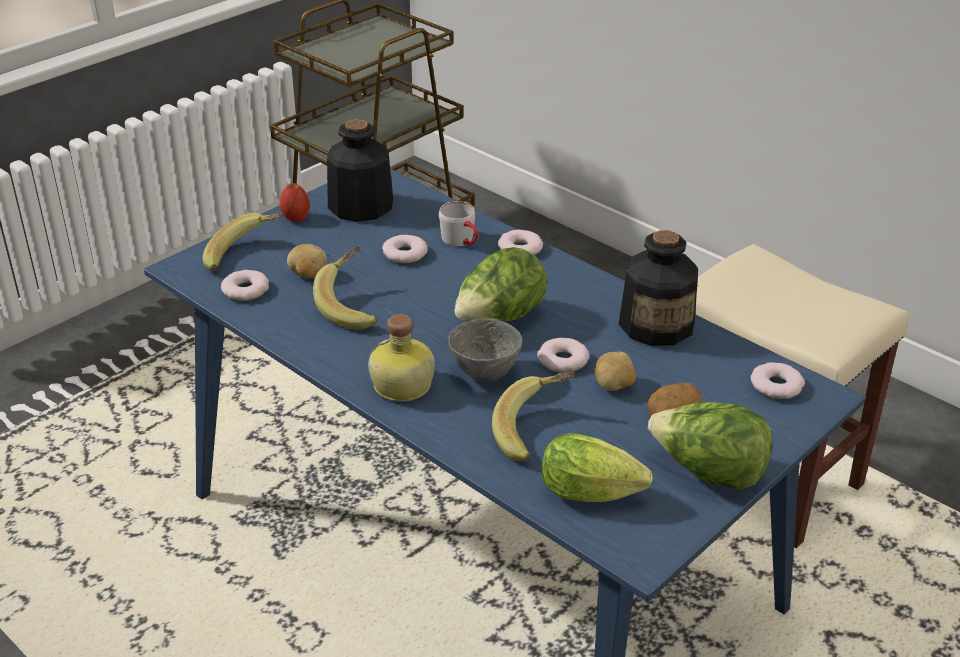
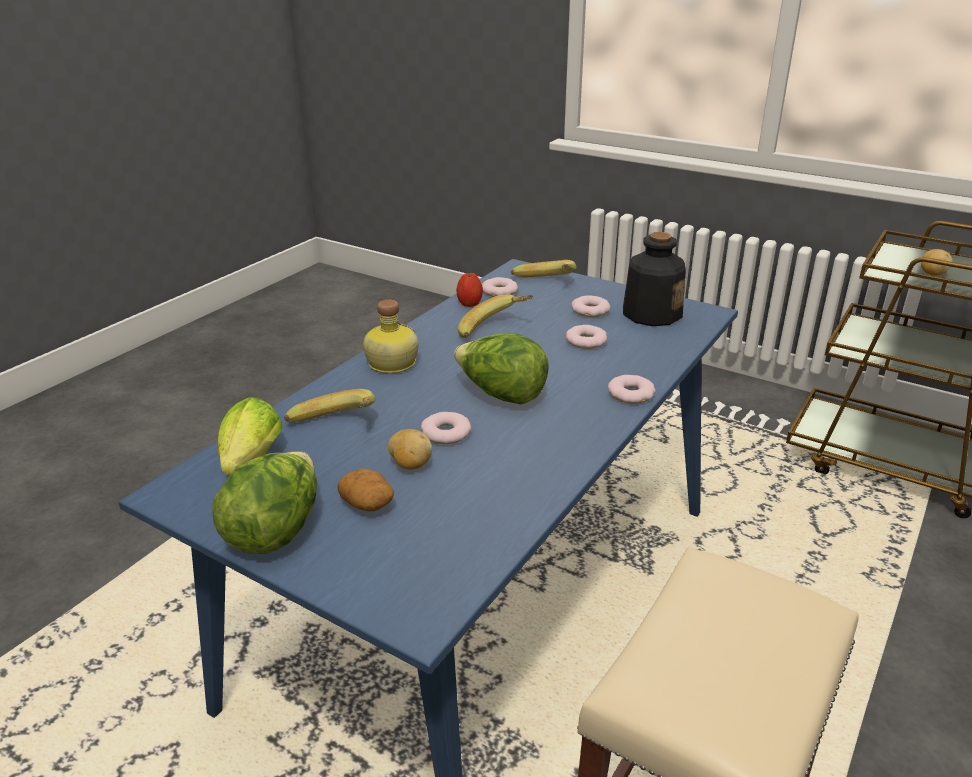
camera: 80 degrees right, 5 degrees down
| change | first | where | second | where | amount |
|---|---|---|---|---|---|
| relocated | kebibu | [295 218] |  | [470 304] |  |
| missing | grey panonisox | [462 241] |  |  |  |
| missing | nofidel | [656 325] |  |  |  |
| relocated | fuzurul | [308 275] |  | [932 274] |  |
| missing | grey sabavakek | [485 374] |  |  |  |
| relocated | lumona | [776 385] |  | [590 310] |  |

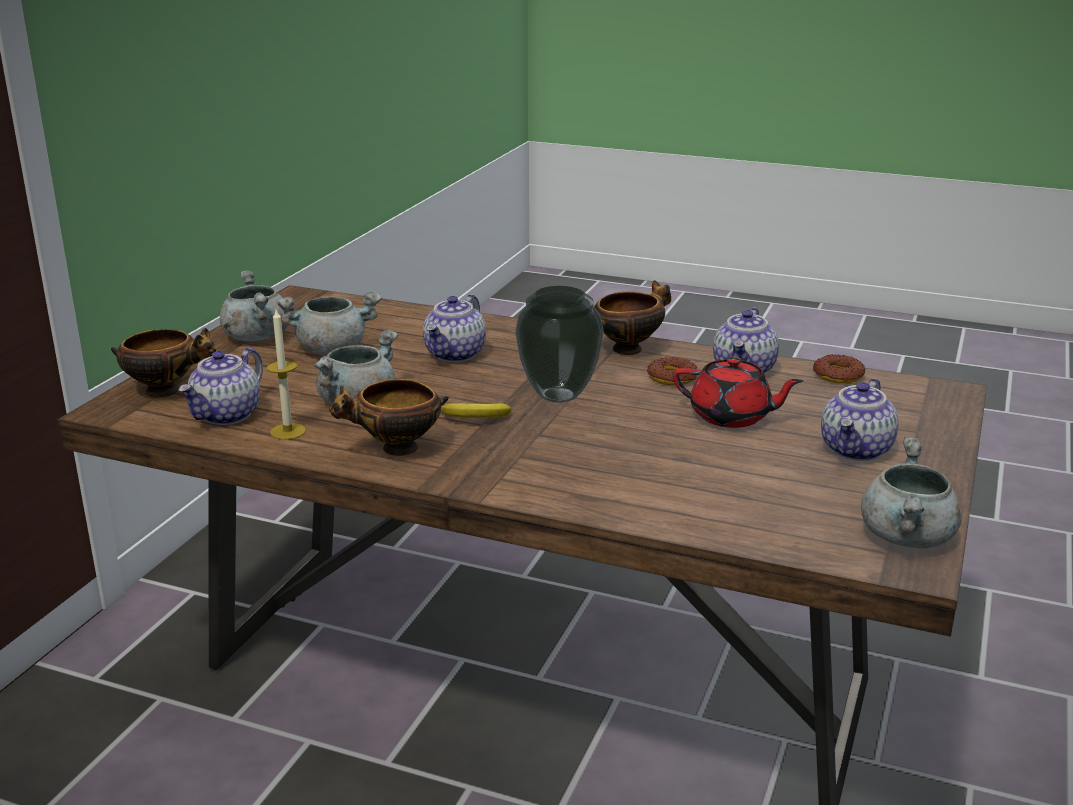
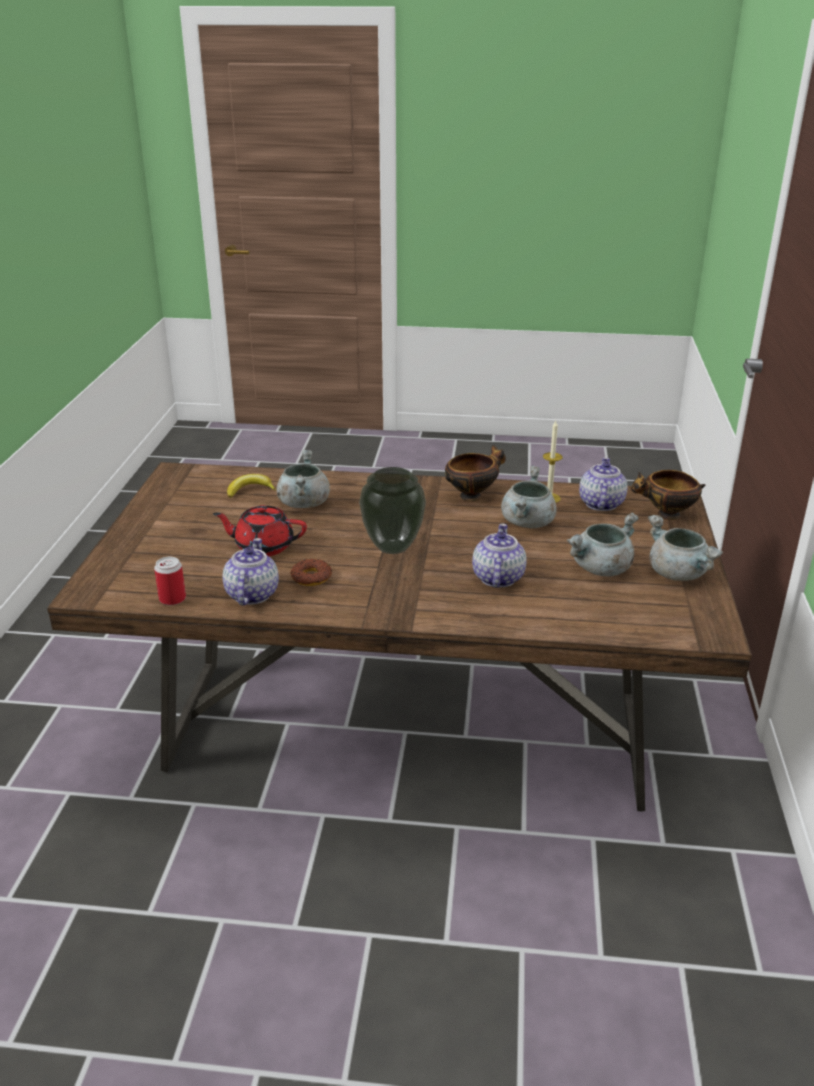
camera: 165 degrees right, 5 degrees up
| change | first | where | second | where | amount |
|---|---|---|---|---|---|
| missing | sabavakek | [629 348] |  |  |  |
| exchanged | lumona | [838 375] | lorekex | [172 599] |  |
| missing | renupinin | [857 450] |  |  |  |
| relocated | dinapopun | [474 418] |  | [250 490] |  |
| relocated | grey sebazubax | [908 538] |  | [303 503] |  |

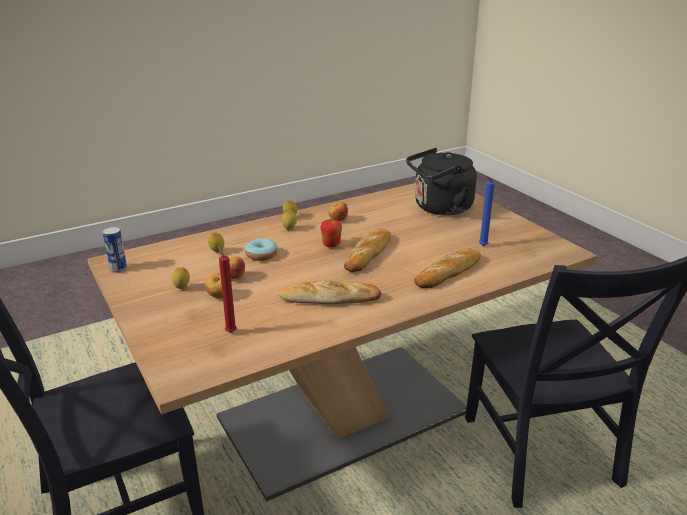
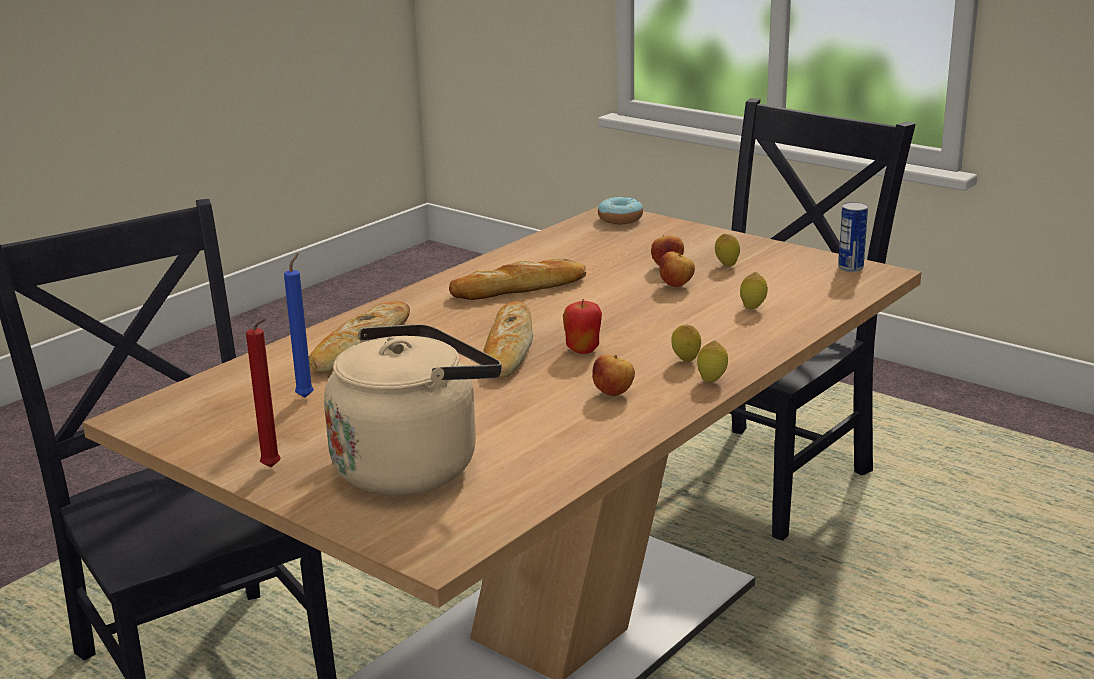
camera: 160 degrees right, 5 degrees down
| change | first | where | second | where | amount |
|---|---|---|---|---|---|
| colour | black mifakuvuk | [439 208] | beige mifakuvuk | [413 465] |  |
| relocated | lumona | [261 255] |  | [620 219] |  |
| relocated | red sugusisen | [230 331] |  | [273 468] |  |

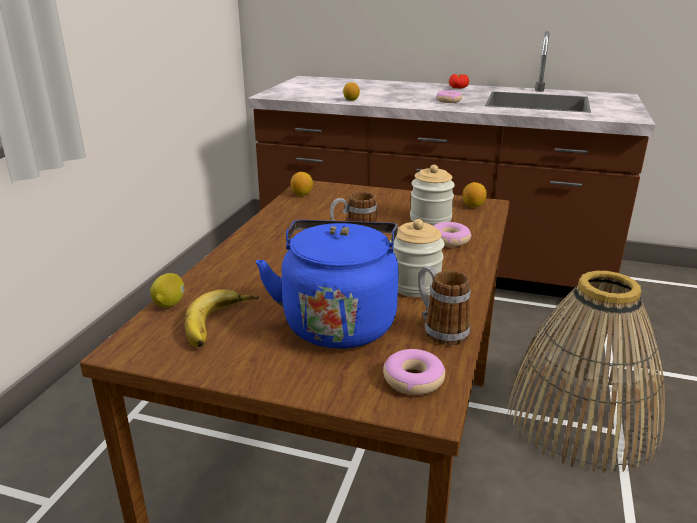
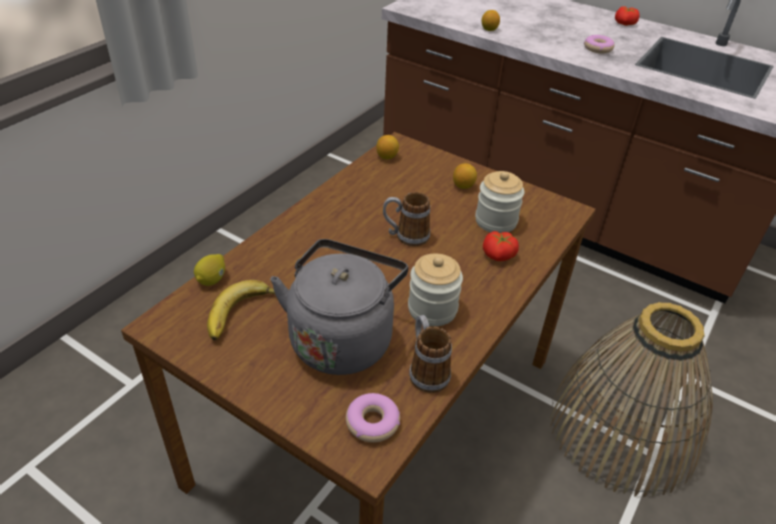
camera: 15 degrees right, 15 degrees up
| change | first | where | second | where | amount |
|---|---|---|---|---|---|
| relocated | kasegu | [473 206] |  | [463 186] |  |
| colour | blue mifakuvuk | [339 321] | grey mifakuvuk | [342 338] |  |
| exchanged | lumona | [449 240] | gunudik | [498 255] |  |

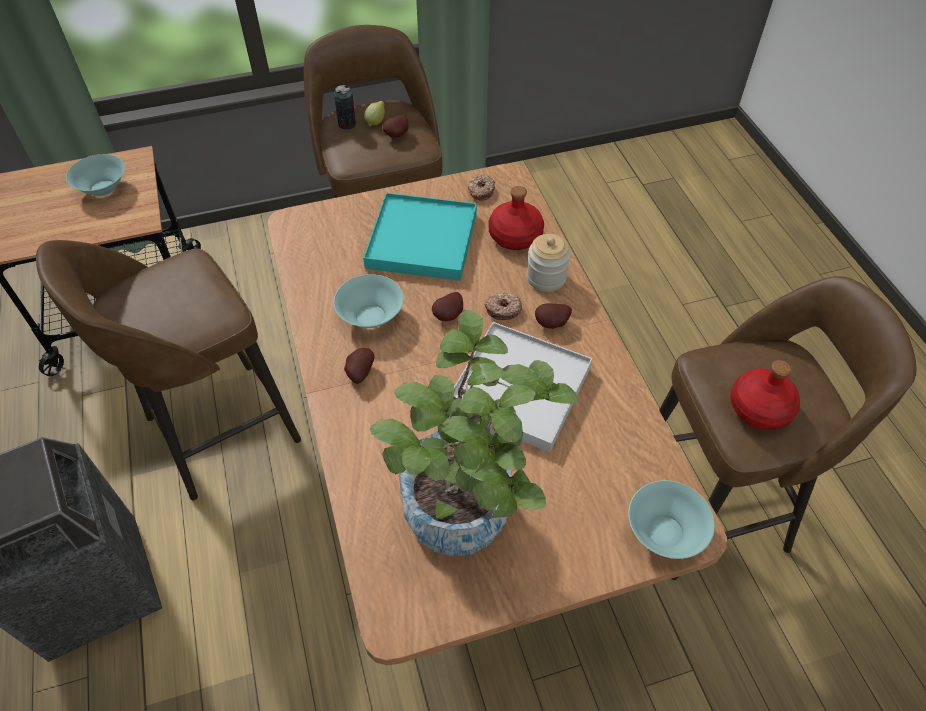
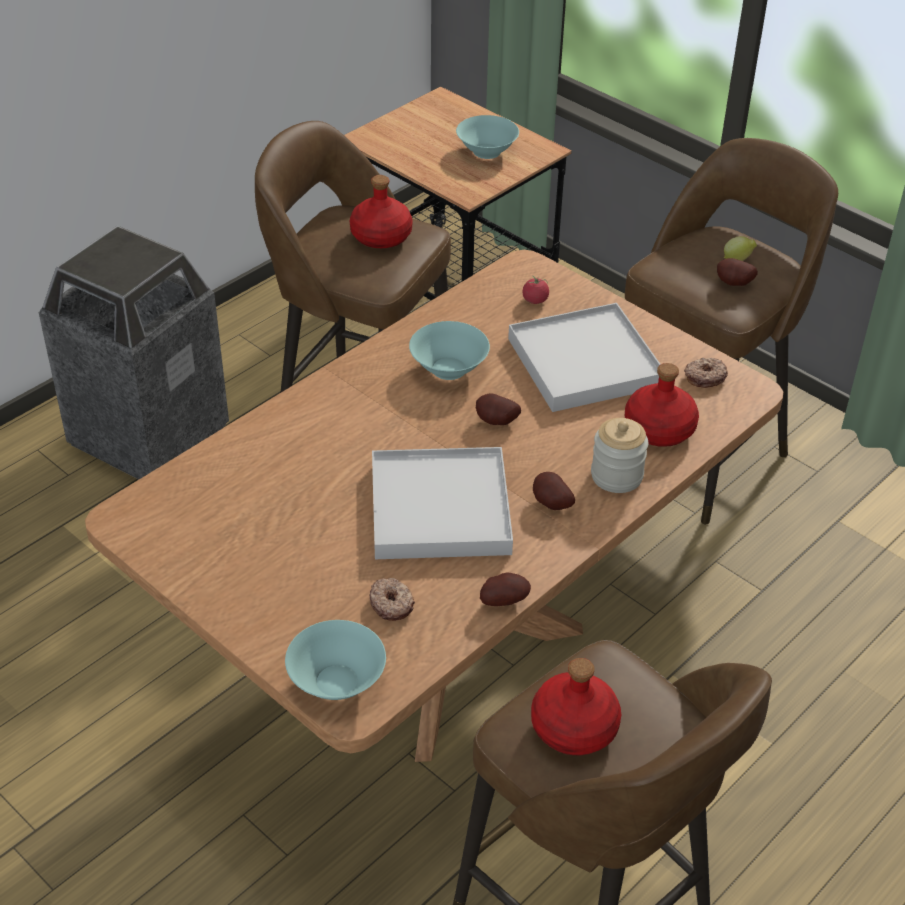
camera: 60 degrees right, 10 degrees down
| change | first | where | second | where | amount |
|---|---|---|---|---|---|
| missing | lorekex | [347 124] |  |  |  |
| colour | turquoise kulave | [422 240] | white kulave | [584 363] |  |
| relocated | lumona | [503 309] |  | [392 604] |  |
| missing | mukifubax | [469 519] |  |  |  |
| relocated | fuzurul | [359 372] |  | [503 600] |  |
| appeared |  |  | red nofidel | [381 237] |  |
| appeared |  |  | gunudik | [535 300] |  |

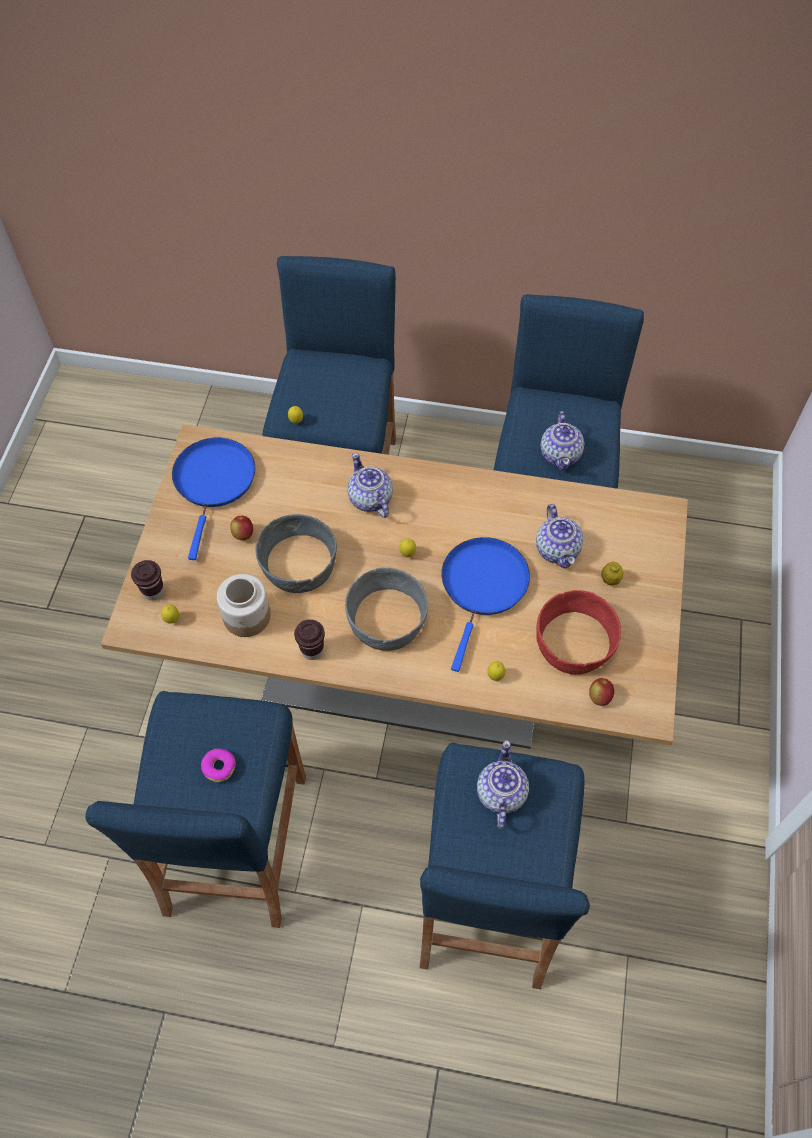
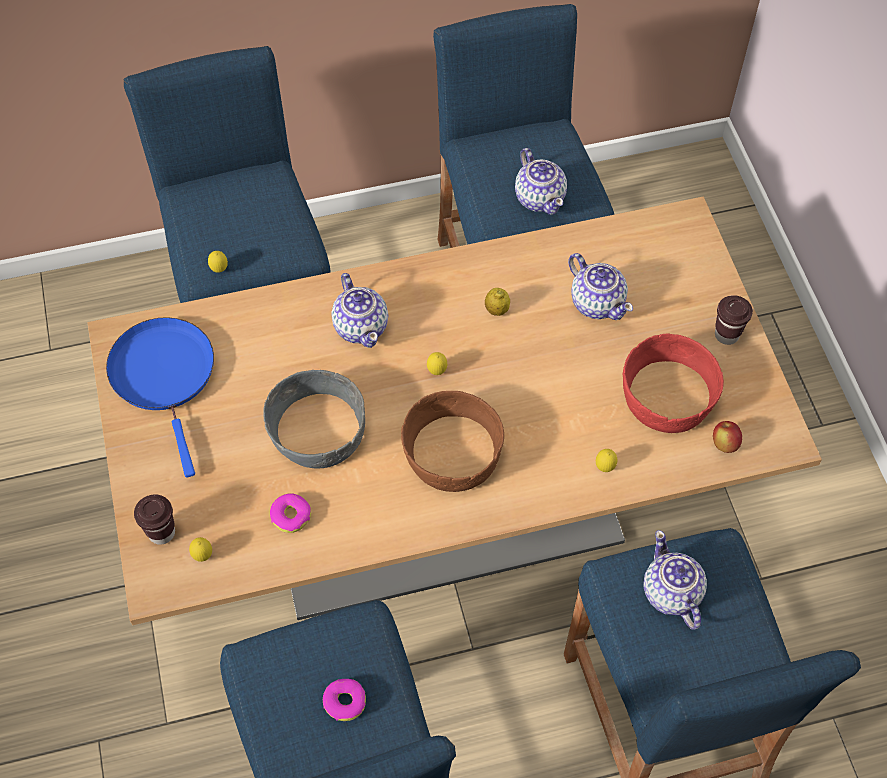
camera: 25 degrees left, 0 degrees up
| change | first | where | second | where | amount |
|---|---|---|---|---|---|
| spun | renupinin | [370 499] |  | [361 326] | 150 degrees counterclockwise |
| missing | kebibu | [243 534] |  |  |  |
| missing | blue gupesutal | [483 586] |  |  |  |
| relocated | kasegu | [610 580] |  | [496 310] |  |
| colour | grey sabavakek | [386 617] | brown sabavakek | [451 451] |  |
| exchanged | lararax | [247 617] | lumona | [291 516] |  |
| relocated | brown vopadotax | [312 651] |  | [726 335] |  |

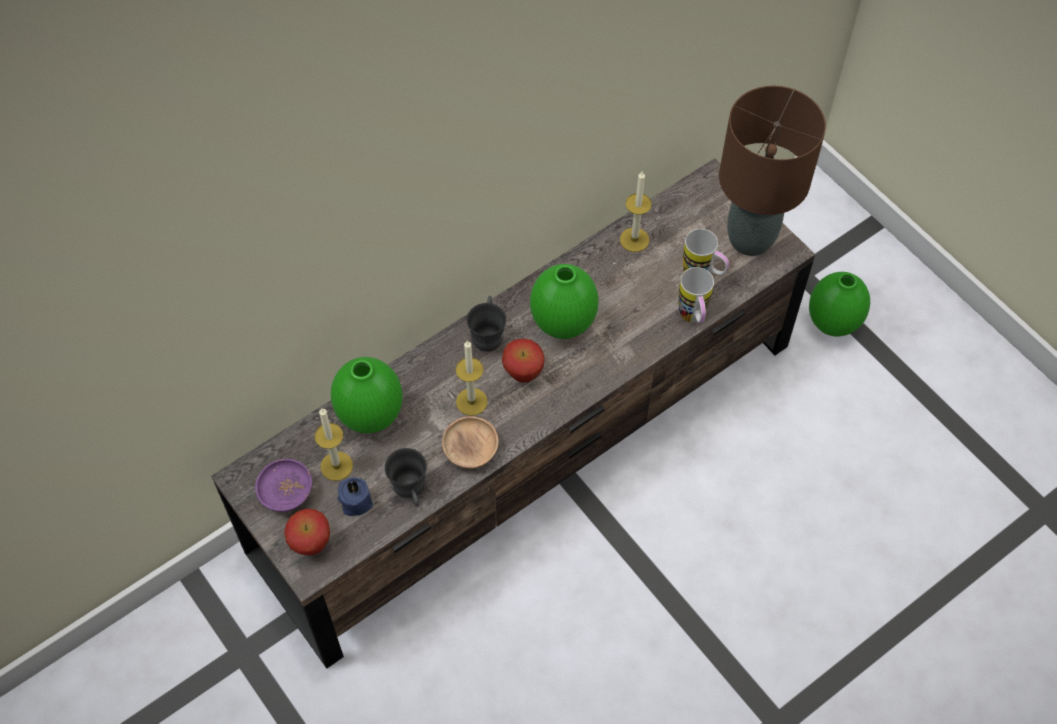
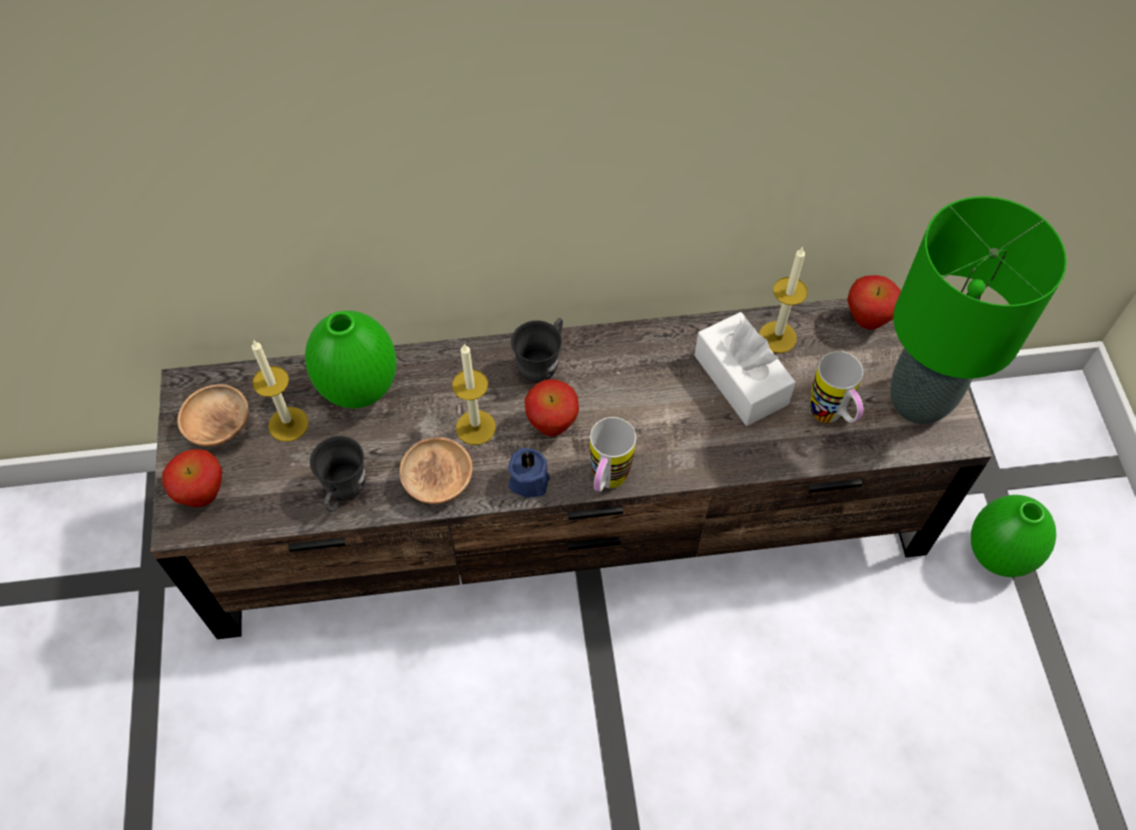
camera: 30 degrees right, 0 degrees up
| change | first | where | second | where | amount |
|---|---|---|---|---|---|
| colour | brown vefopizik | [750 238] | green vefopizik | [919 399] |  |
| missing | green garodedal | [564 325] |  |  |  |
| relocated | panonisox | [693 319] |  | [606 483] |  |
| colour | purple sabavakek | [286 493] | brown sabavakek | [219 426] |  |
| relocated | blue sugusisen | [355 501] |  | [528 479] |  |
| appeared |  |  | kebibu | [866 321] |  |
| appeared |  |  | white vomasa | [740 379] |  |

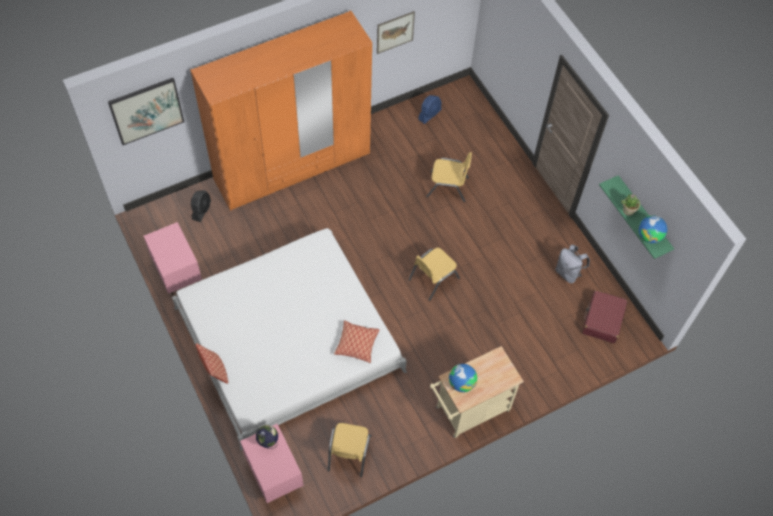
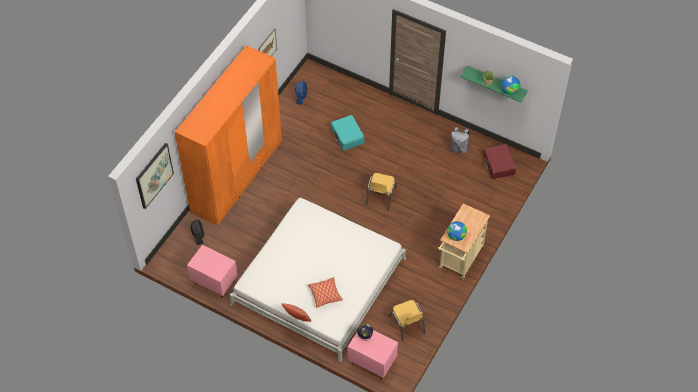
camera: 30 degrees left, 5 degrees down
| change | first | where | second | where | amount |
|---|---|---|---|---|---|
| exchanged | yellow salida | [447 187] | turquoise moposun | [347 136] |  |
| relocated | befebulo | [357 344] |  | [325 294] |  |

